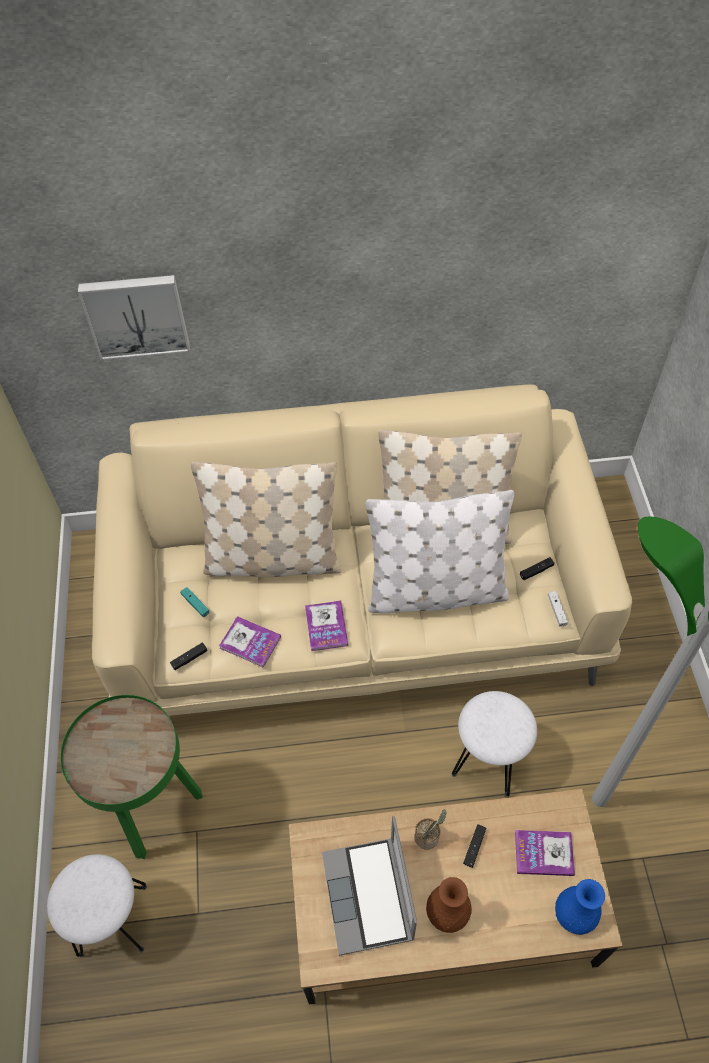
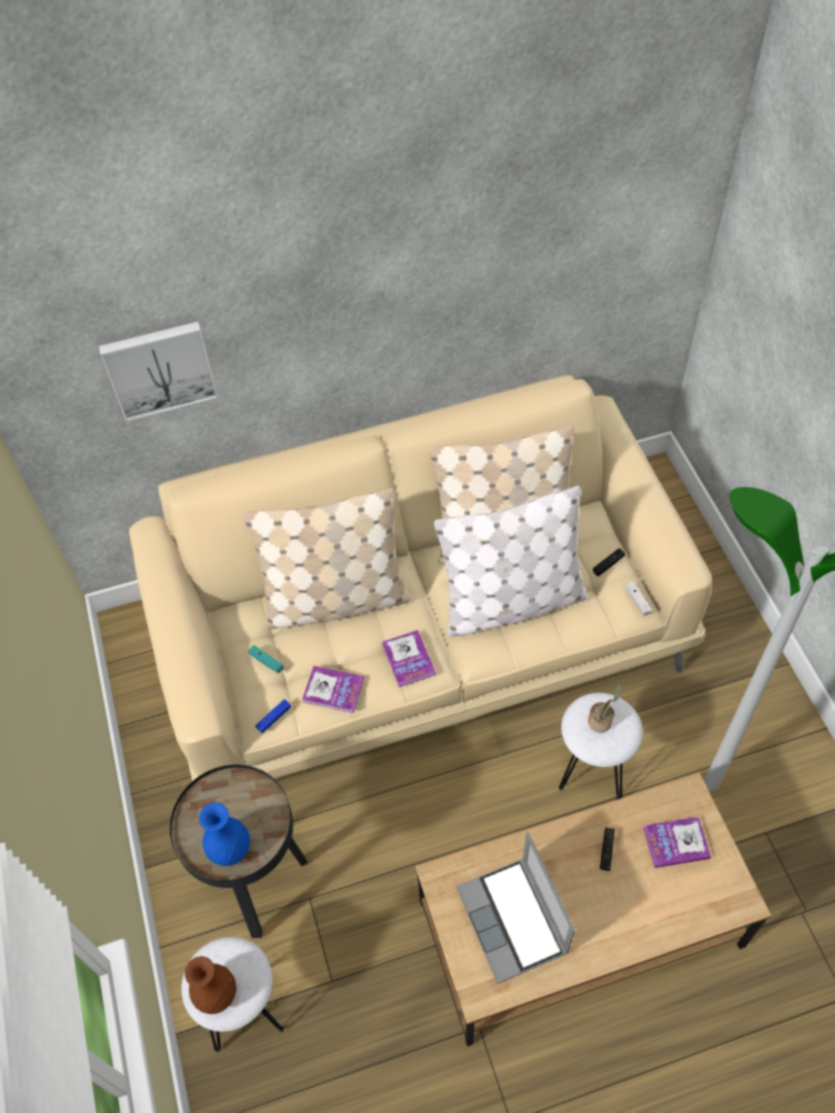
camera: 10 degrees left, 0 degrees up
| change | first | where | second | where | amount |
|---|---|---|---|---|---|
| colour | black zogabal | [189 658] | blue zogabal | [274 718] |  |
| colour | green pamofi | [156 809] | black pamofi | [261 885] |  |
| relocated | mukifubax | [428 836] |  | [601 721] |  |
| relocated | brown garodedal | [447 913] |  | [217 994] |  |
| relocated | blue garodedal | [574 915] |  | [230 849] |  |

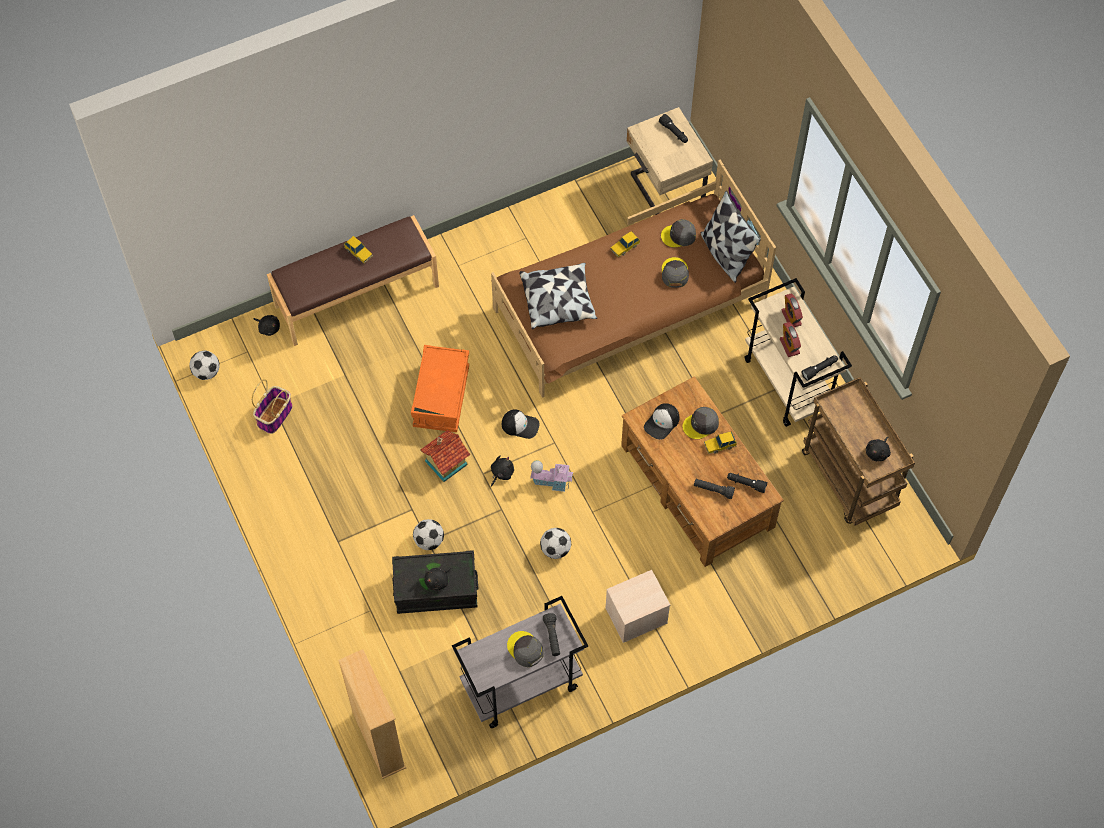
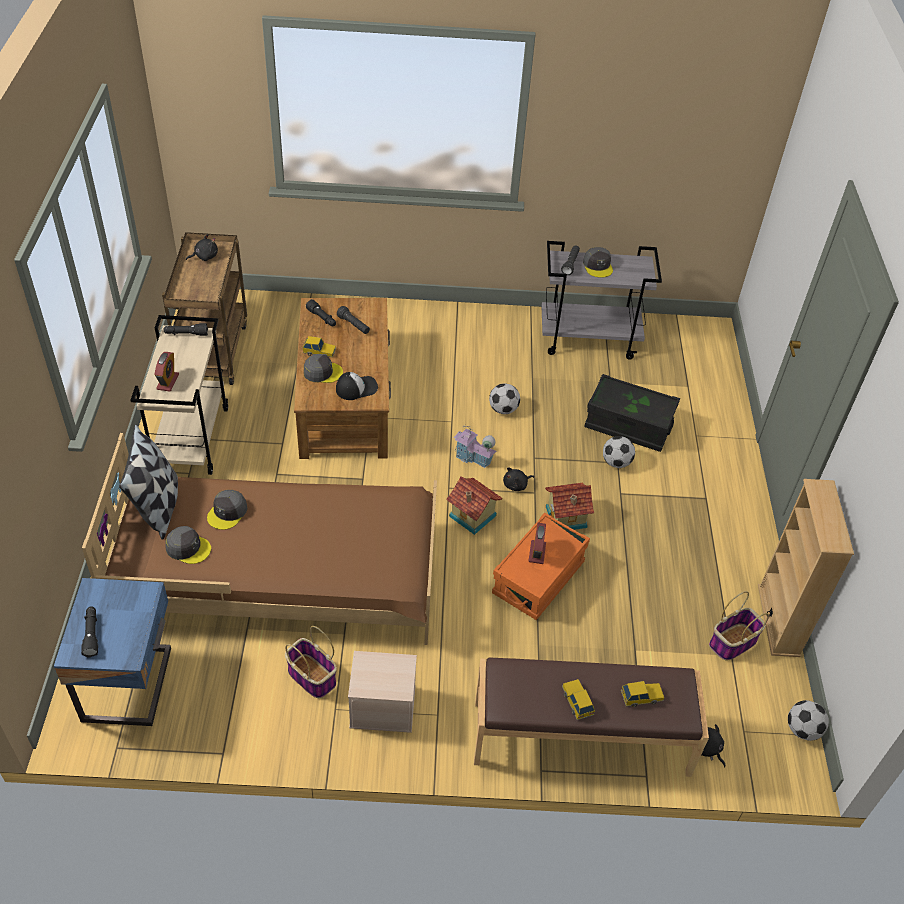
camera: 155 degrees left, 15 degrees down
| change | first | where | second | where | amount |
|---|---|---|---|---|---|
| colour | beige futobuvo | [665 191] | blue futobuvo | [131 684] |  |
| relocated | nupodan | [624 247] |  | [641 696] |  |
| missing | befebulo | [558 301] |  |  |  |
| relocated | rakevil | [789 346] |  | [537 552] |  |
| exchanged | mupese | [520 425] | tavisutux | [472 516] |  |
| missing | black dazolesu | [438 581] |  |  |  |
| relocated | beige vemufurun | [636 616] |  | [383 706] |  |
| relocated | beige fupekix | [378 740] |  | [778 620] |  |
| appeared |  |  | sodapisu | [311 676] |  |

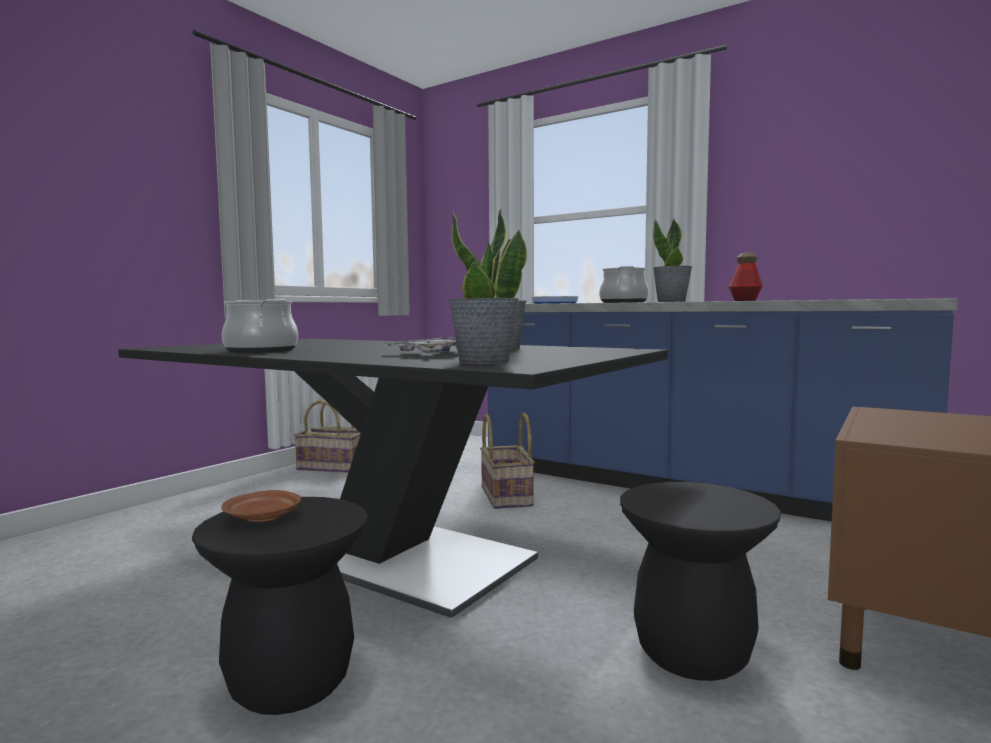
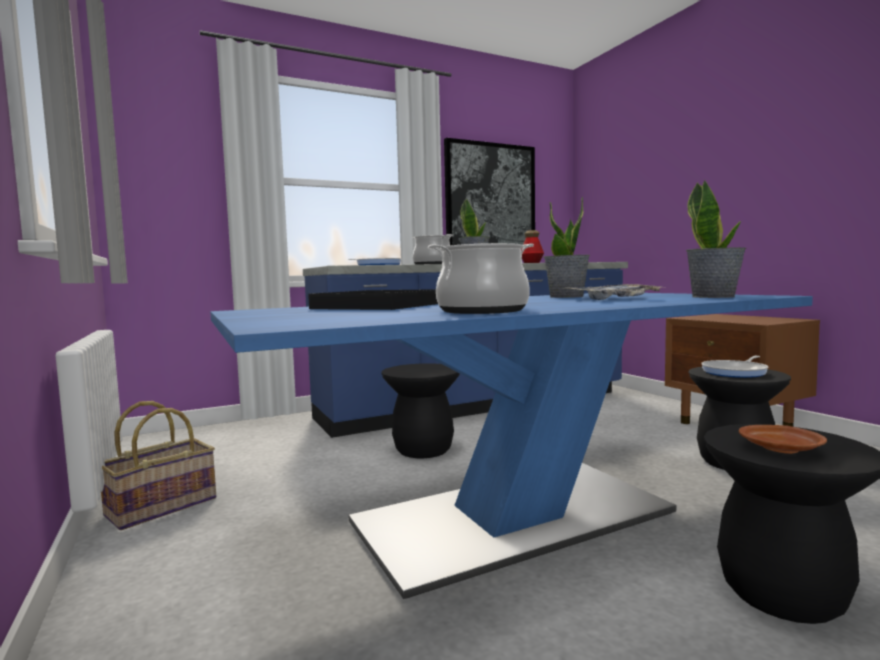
camera: 60 degrees left, 0 degrees up
| change | first | where | second | where | amount |
|---|---|---|---|---|---|
| colour | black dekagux | [382 552] | blue dekagux | [513 518] |  |
| exchanged | sodapisu | [507 496] | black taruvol | [423 450] |  |
| appeared |  |  | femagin | [490 196] |  |
| appeared |  |  | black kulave | [377 306] |  |
| appeared |  |  | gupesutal | [736 372] |  |

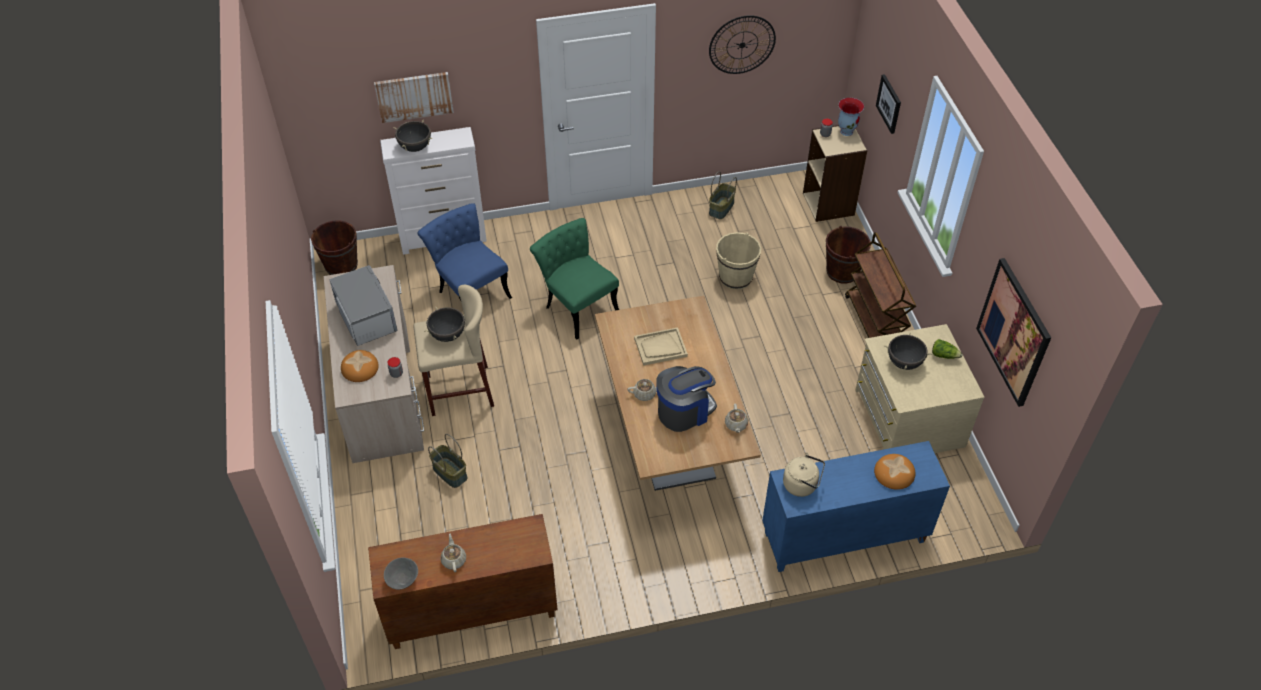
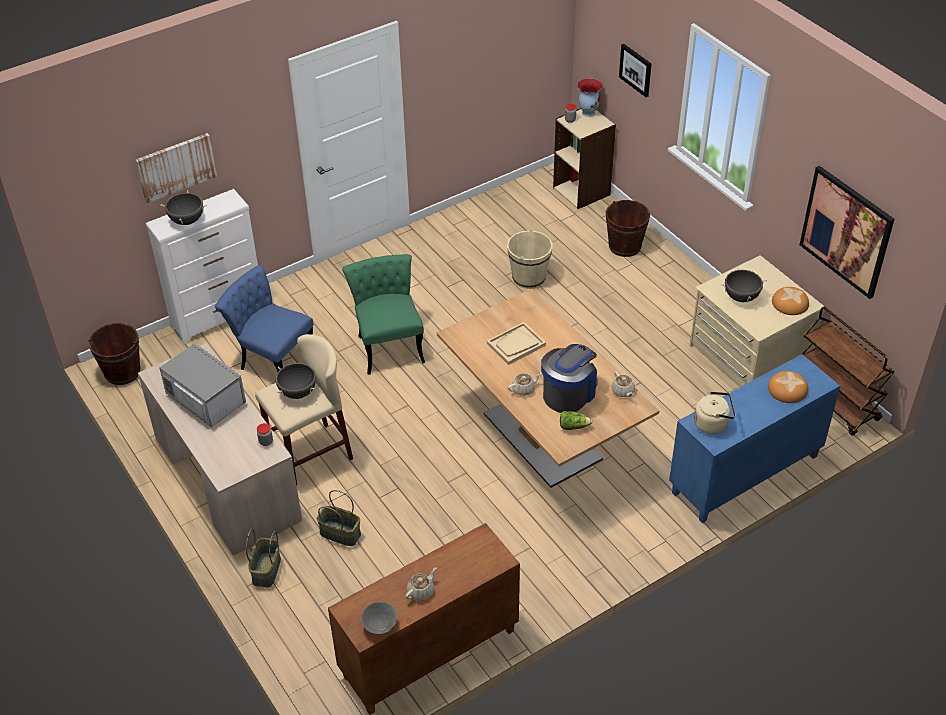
camera: 20 degrees left, 5 degrees down
| change | first | where | second | where | amount |
|---|---|---|---|---|---|
| missing | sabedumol | [742 45] |  |  |  |
| relocated | sodapisu | [721 208] |  | [267 570] |  |
| spun | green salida | [577 306] |  | [388 344] | 45 degrees clockwise |
| relocated | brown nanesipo | [875 323] |  | [835 402] |  |
| relocated | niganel | [944 355] |  | [573 426] |  |
| relocated | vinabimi | [359 368] |  | [789 303] |  |
| spun | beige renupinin | [454 559] |  | [421 591] | 75 degrees clockwise |

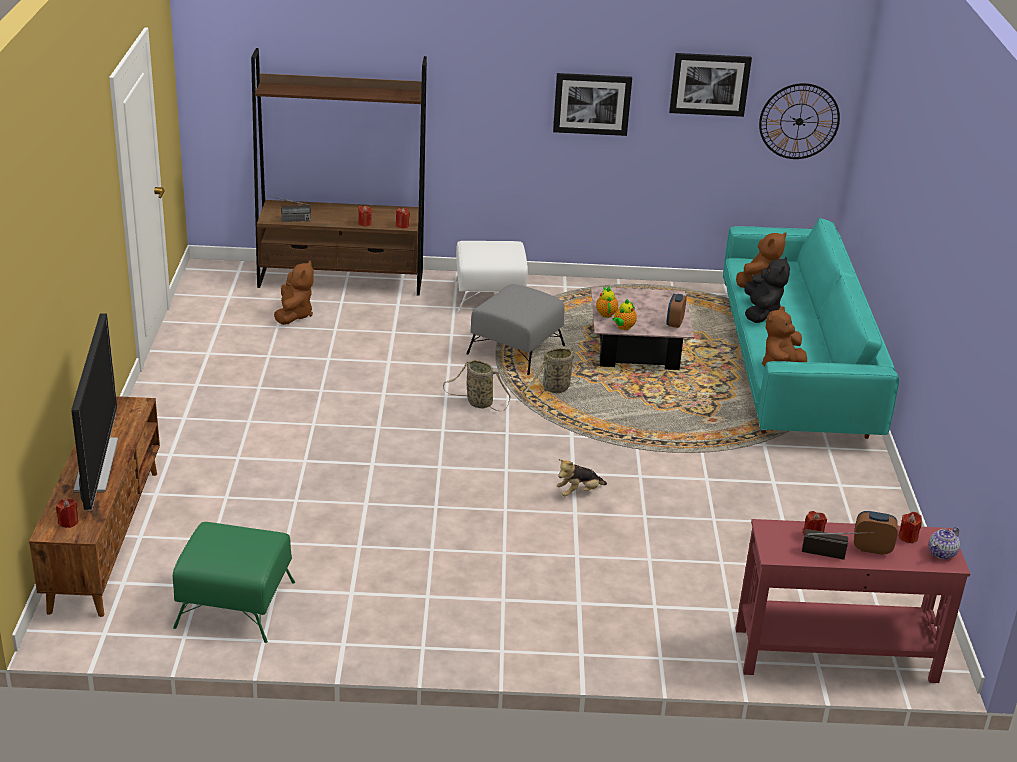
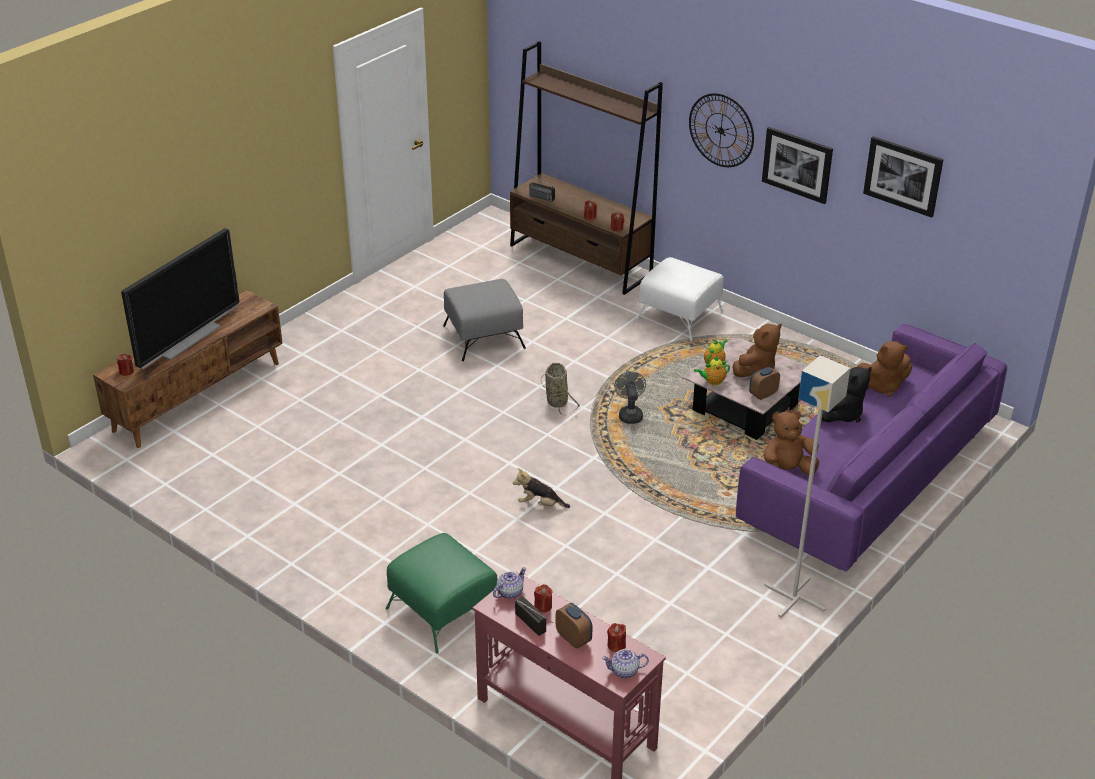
camera: 40 degrees right, 5 degrees up
| change | first | where | second | where | amount |
|---|---|---|---|---|---|
| relocated | sabedumol | [799 121] |  | [721 130] |  |
| colour | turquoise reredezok | [793 367] | purple reredezok | [867 478] |  |
| relocated | brown dazolesu | [294 315] |  | [756 370] |  |
| relocated | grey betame | [516 350] |  | [484 337] |  |
| exchanged | sodapisu | [554 389] | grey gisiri | [629 414] |  |
| relocated | green betame | [234 604] |  | [443 610] |  |
| appeared |  |  | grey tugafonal | [795 598] |  |
| appeared |  |  | renupinin | [509 592] |  |

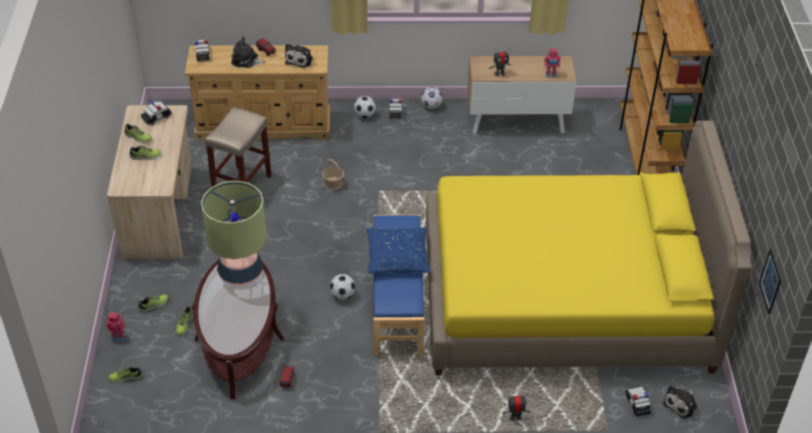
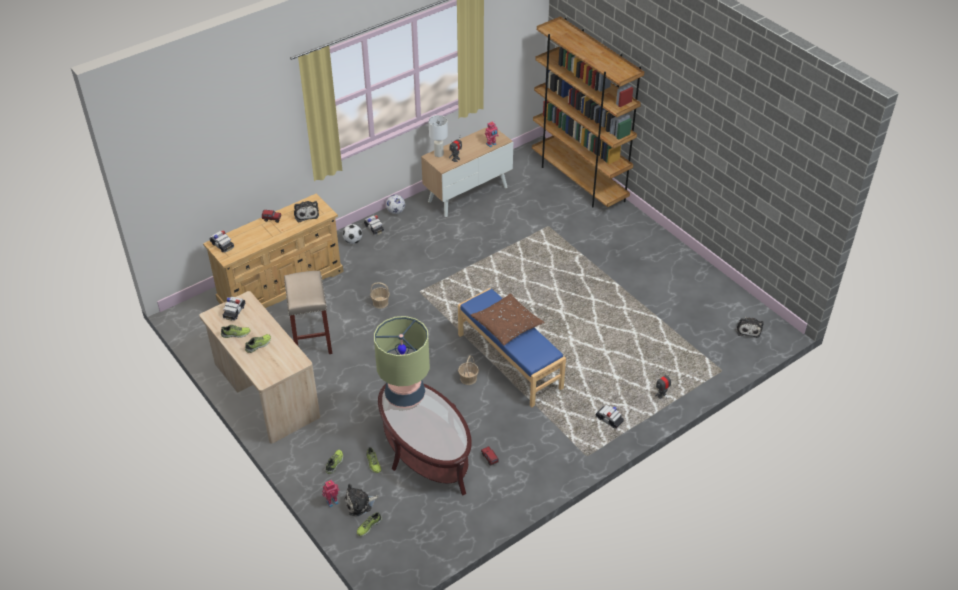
camera: 35 degrees left, 0 degrees up
| change | first | where | second | where | amount |
|---|---|---|---|---|---|
| relocated | dazolesu | [246 60] |  | [360 504] |  |
| missing | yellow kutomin | [564 299] |  |  |  |
| colour | blue befebulo | [397 256] | brown befebulo | [507 324] |  |
| missing | femagin | [770 281] |  |  |  |
| exchanged | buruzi | [342 295] | sodapisu | [468 378] |  |
| relocated | nupodan | [637 404] |  | [609 419] |  |
| appeared |  |  | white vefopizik | [439 154] |  |

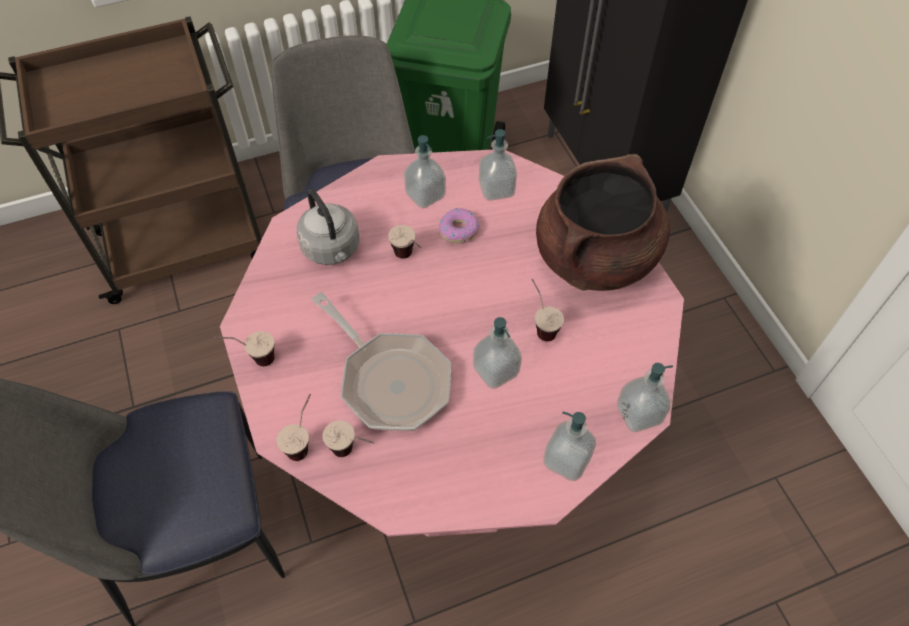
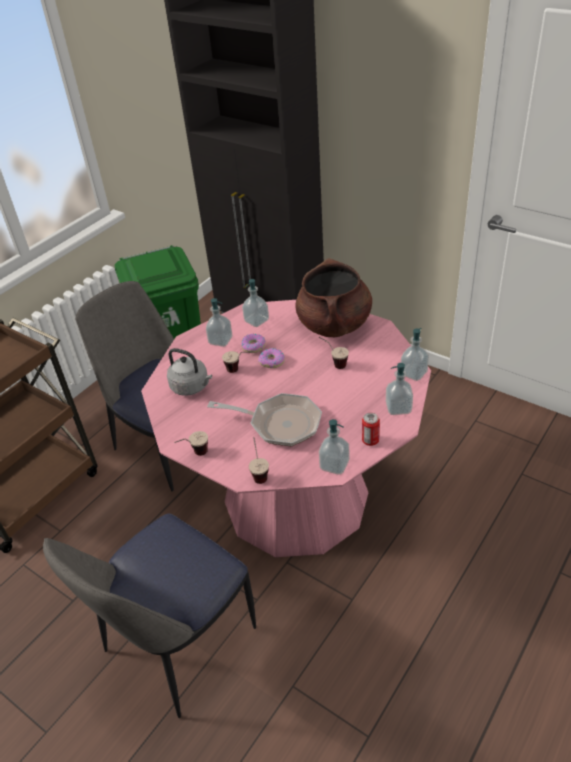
camera: 30 degrees left, 15 degrees down
| change | first | where | second | where | amount |
|---|---|---|---|---|---|
| relocated | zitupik | [495 370] |  | [334 465] |  |
| missing | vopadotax | [353 453] |  |  |  |
| appeared |  |  | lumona | [271 361] |  |
| appeared |  |  | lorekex | [370 440] |  |

